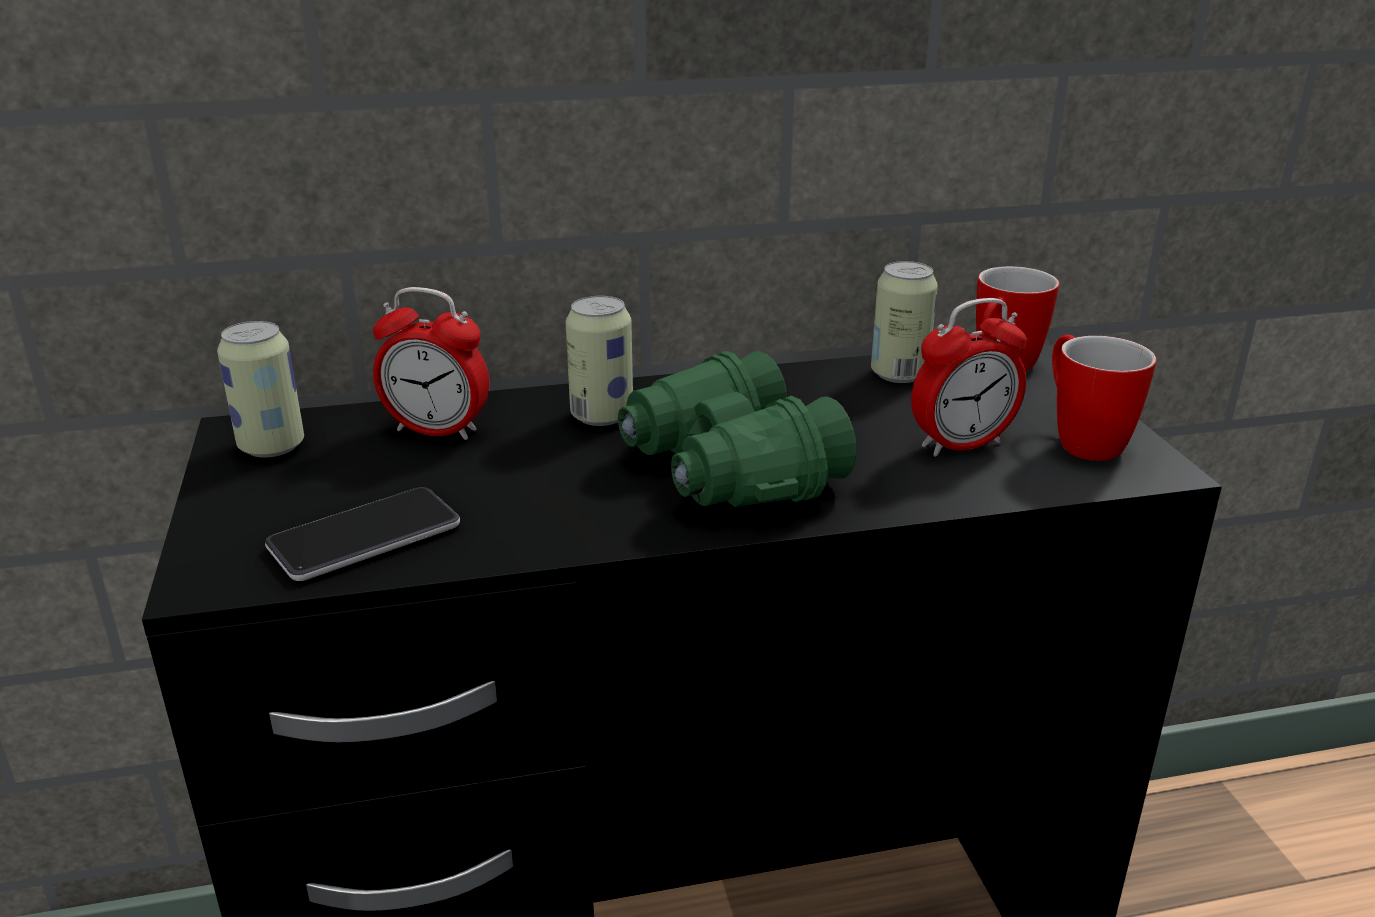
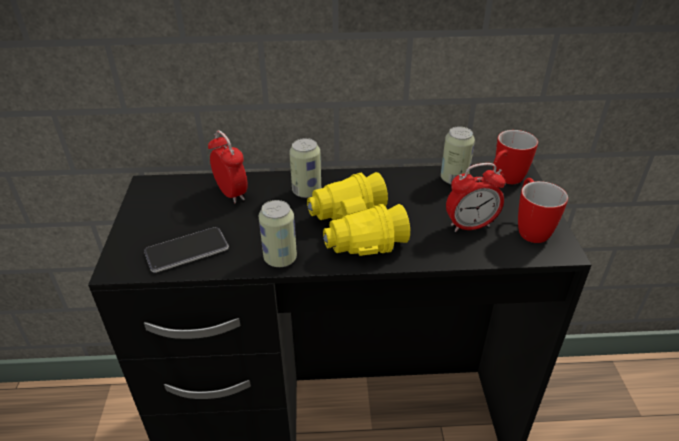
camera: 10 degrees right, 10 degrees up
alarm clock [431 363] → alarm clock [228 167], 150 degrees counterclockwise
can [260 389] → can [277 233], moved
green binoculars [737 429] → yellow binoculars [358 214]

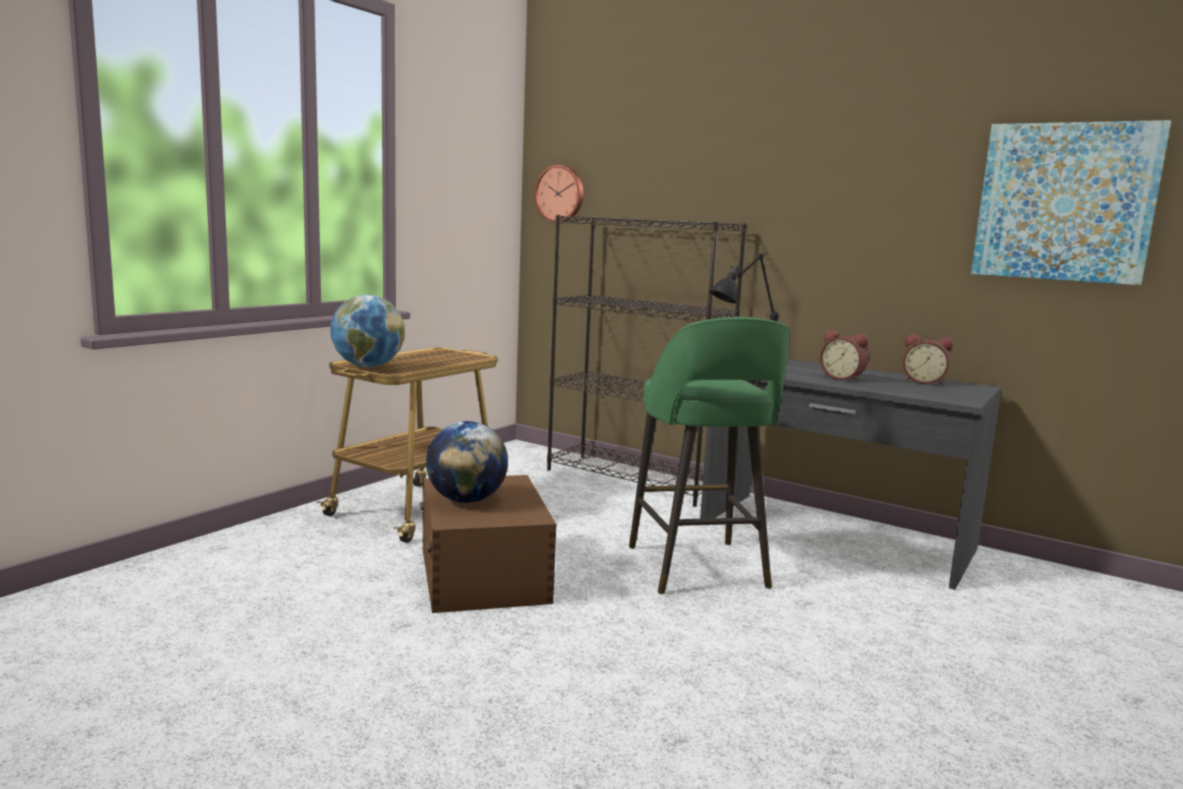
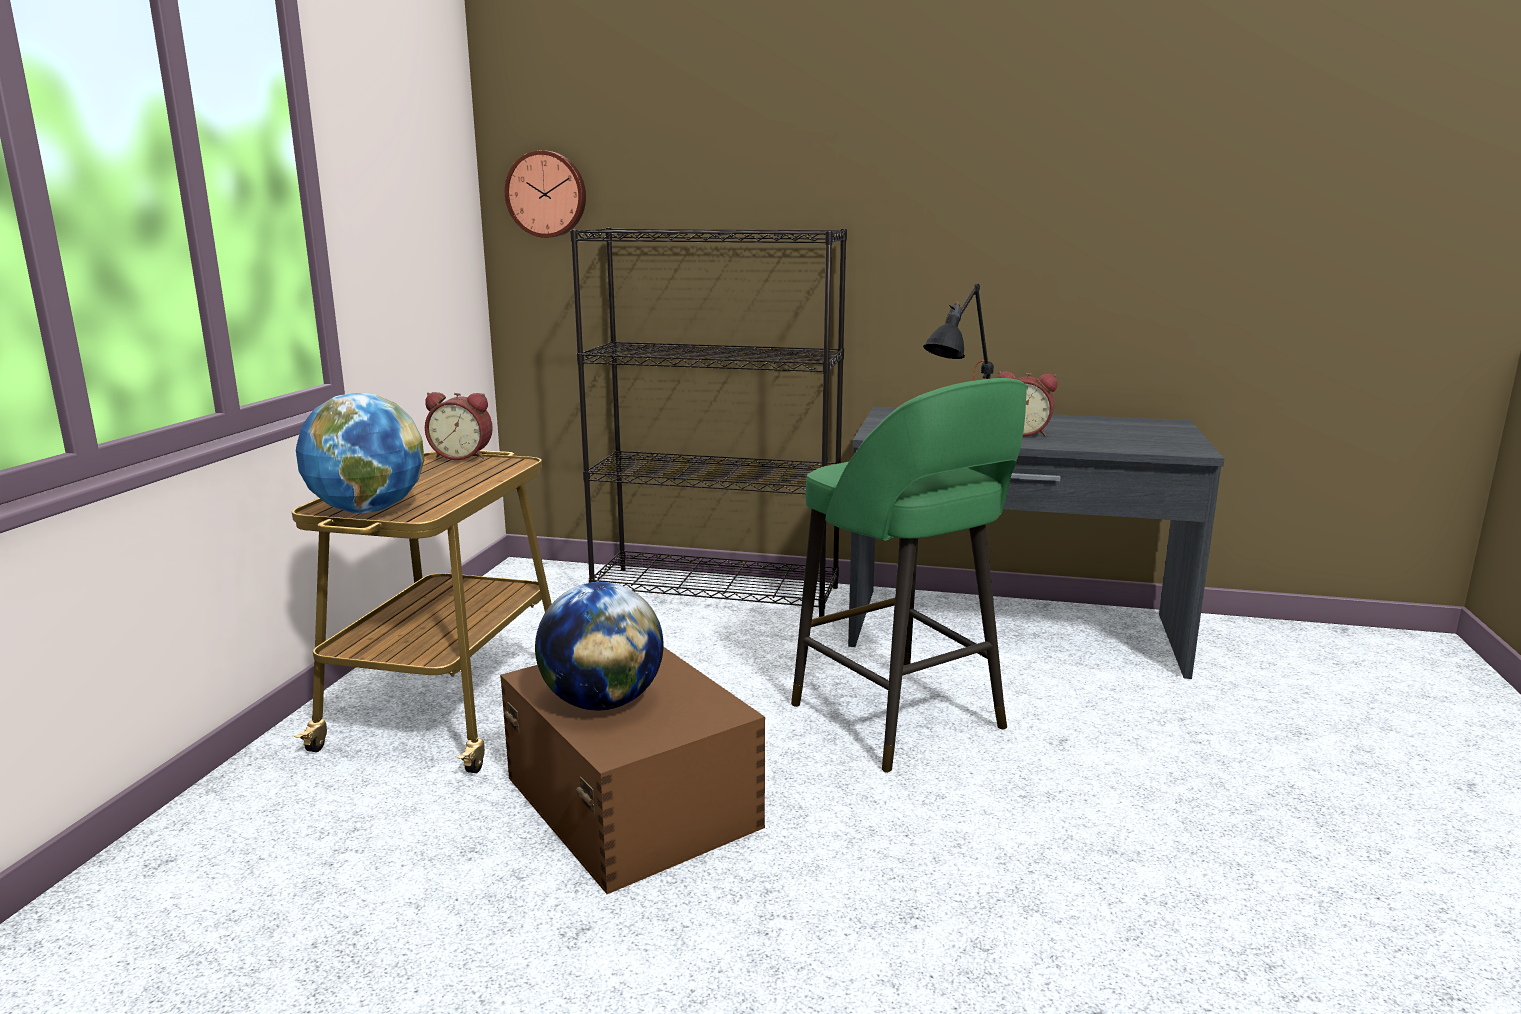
camera: 20 degrees left, 5 degrees up
alarm clock [928 359] → alarm clock [459 426], moved
picture [1071 202] → -

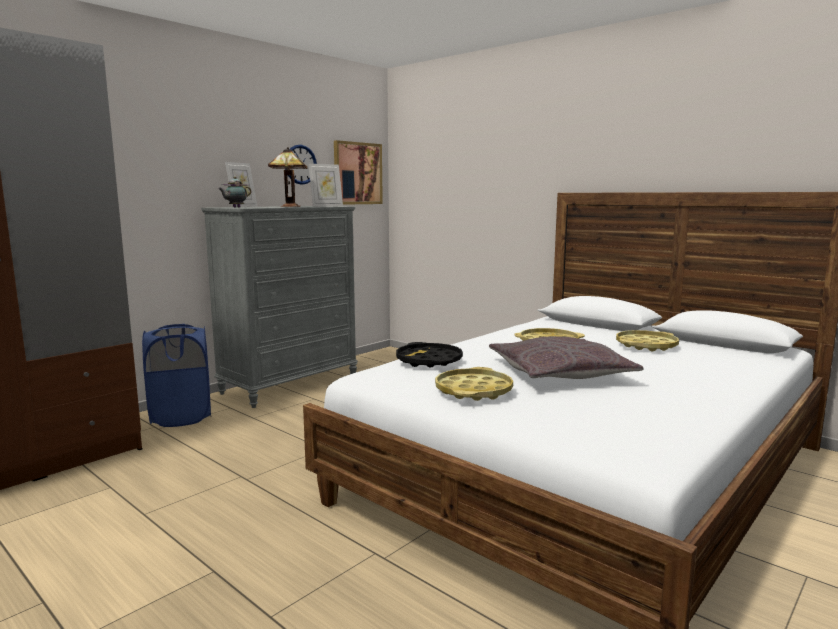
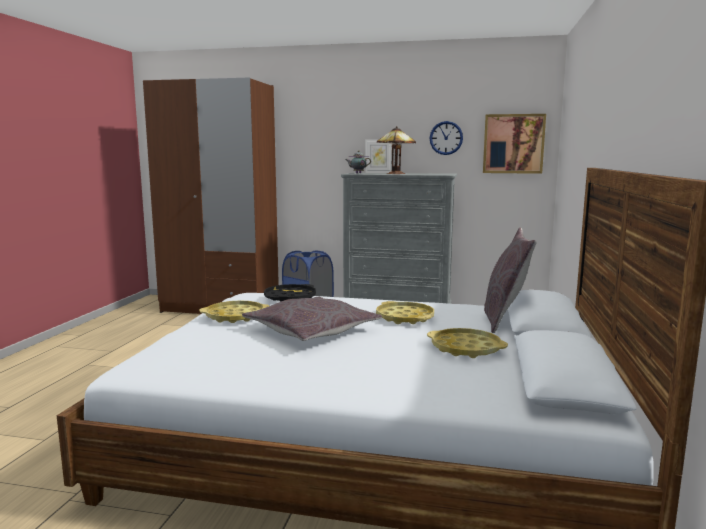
camera: 60 degrees right, 0 degrees up
- → grey pillow [510 280]
picture frame [325 185] → -

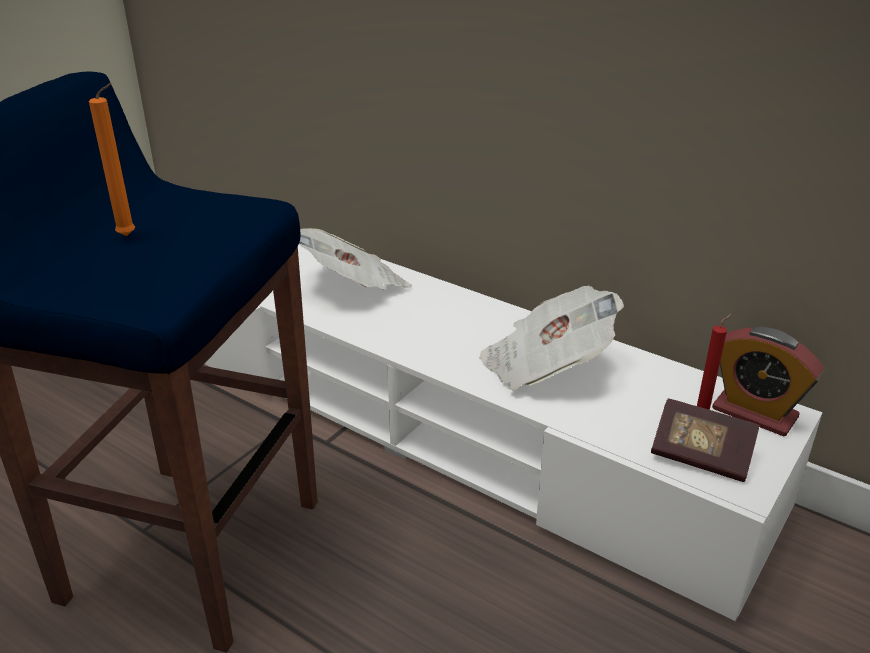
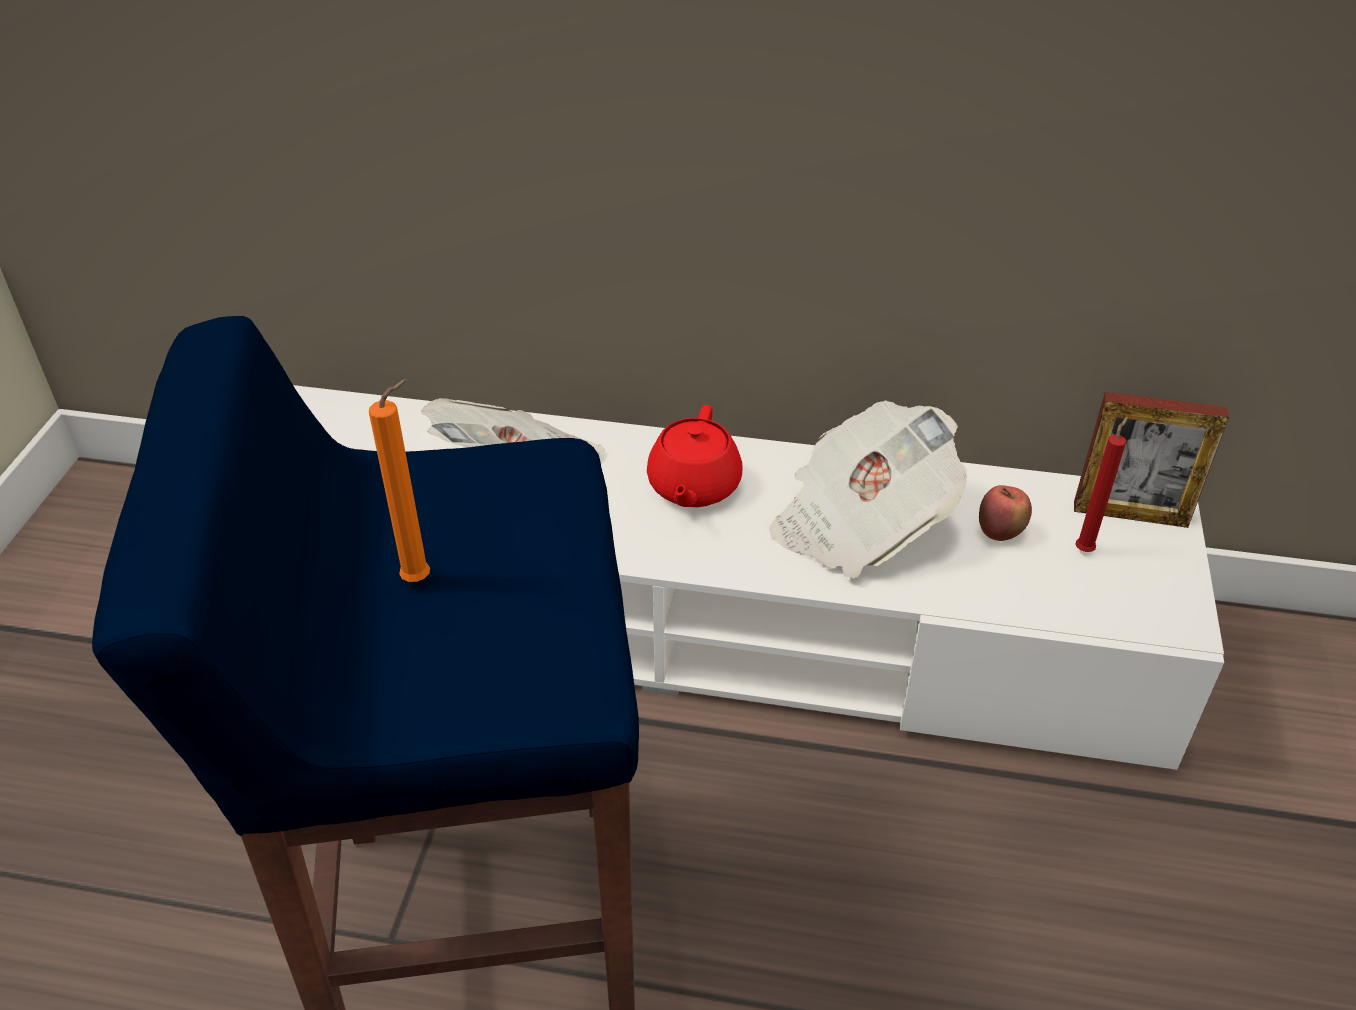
camera: 25 degrees left, 10 degrees up
- → red teapot [695 456]
- → apple [1005 513]
alarm clock [768 381] → picture frame [1151 460]
book [705 440] → -

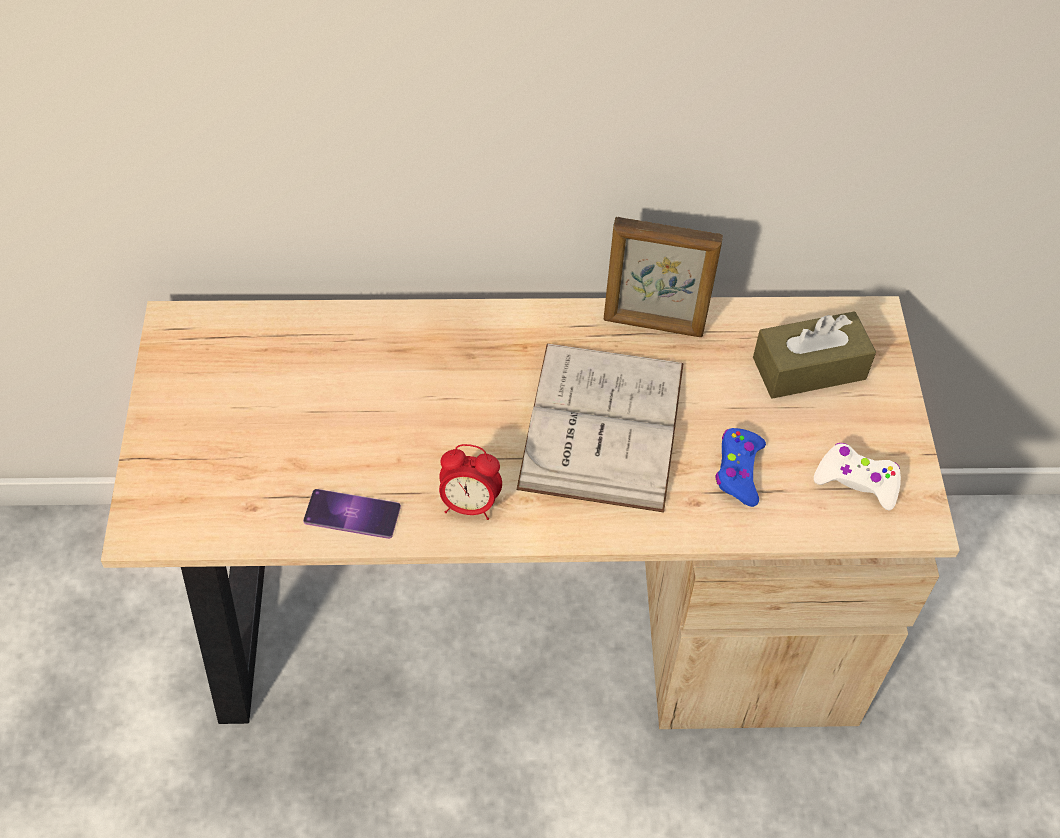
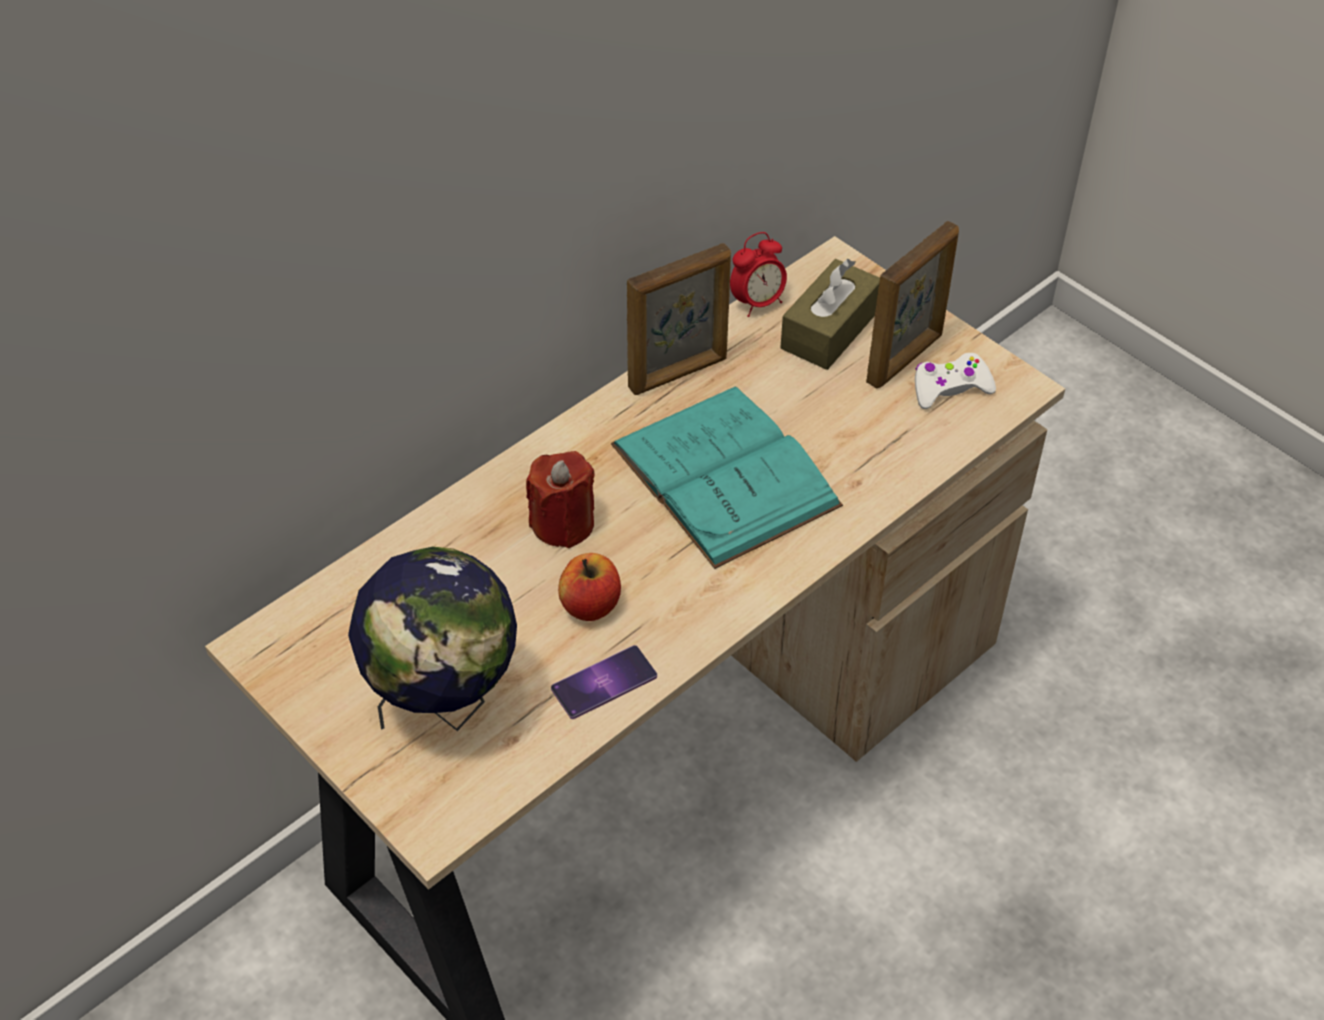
camera: 40 degrees left, 5 degrees down
- → globe [432 639]
- → red candle [560 499]
- → apple [589 587]
white book [600 428] → turquoise book [727 477]
alarm clock [470 482] → alarm clock [758 274], moved
- → picture frame [912 304]
blue game controller [740 467] → -

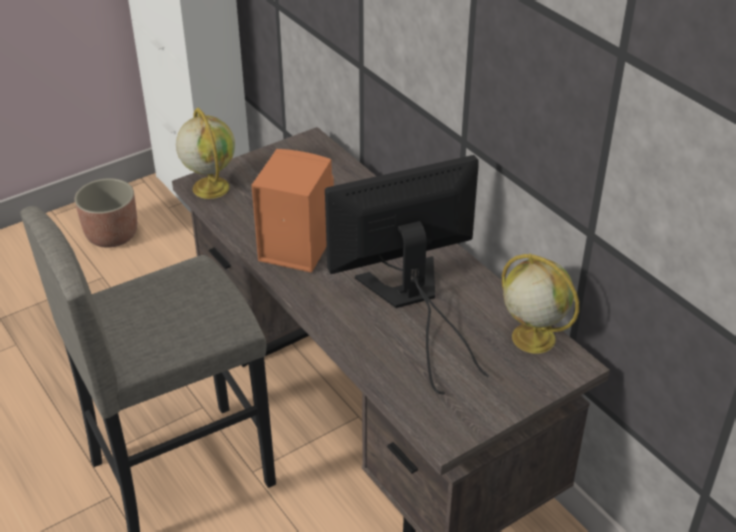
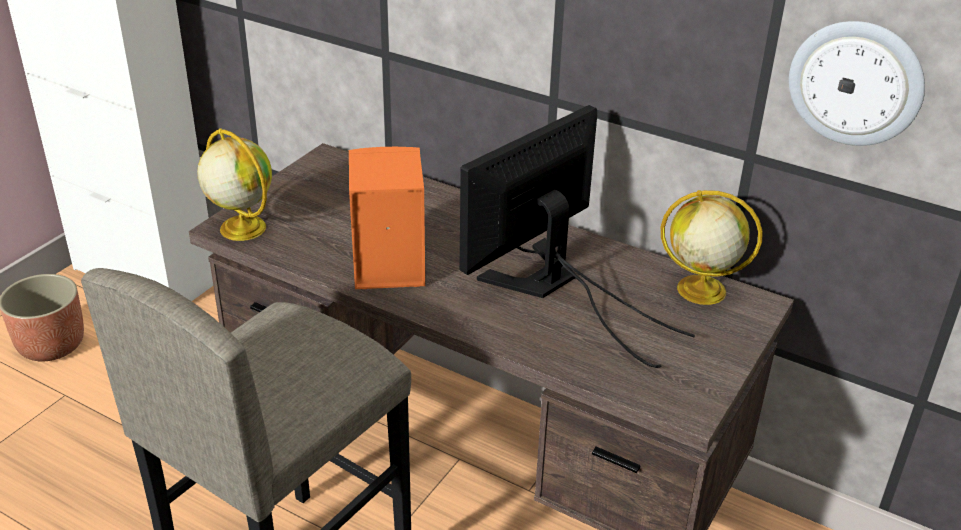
camera: 25 degrees left, 5 degrees down
- → wall clock [857 83]

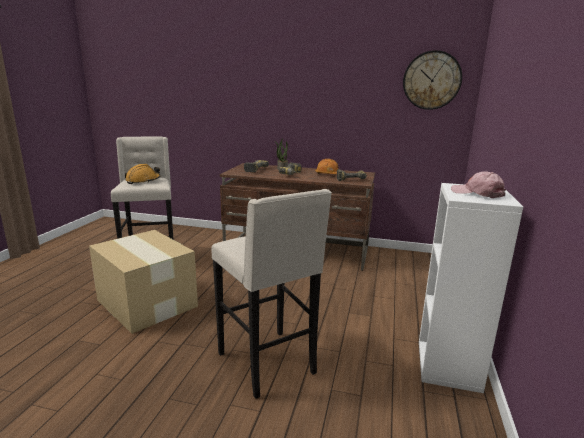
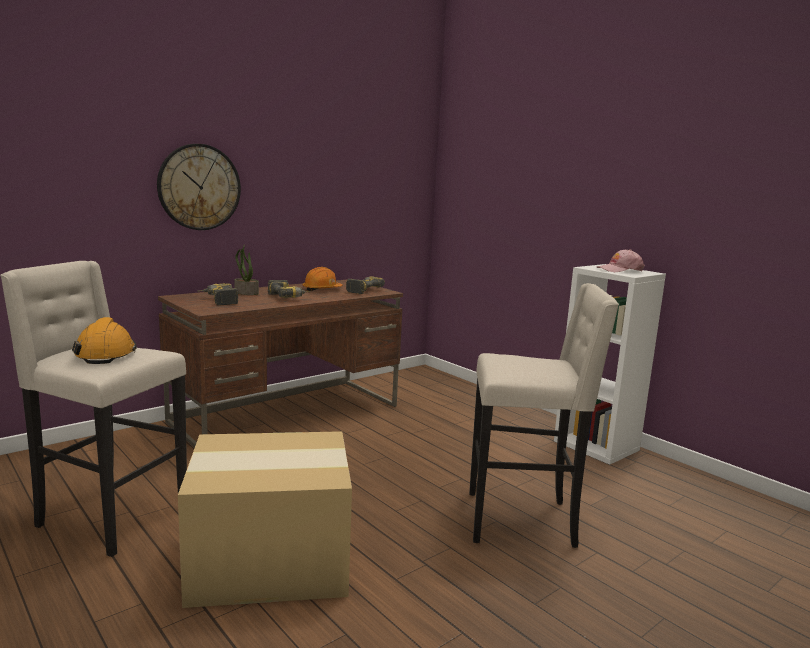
camera: 55 degrees left, 5 degrees down
wall clock [432 80] → wall clock [199 187], moved

